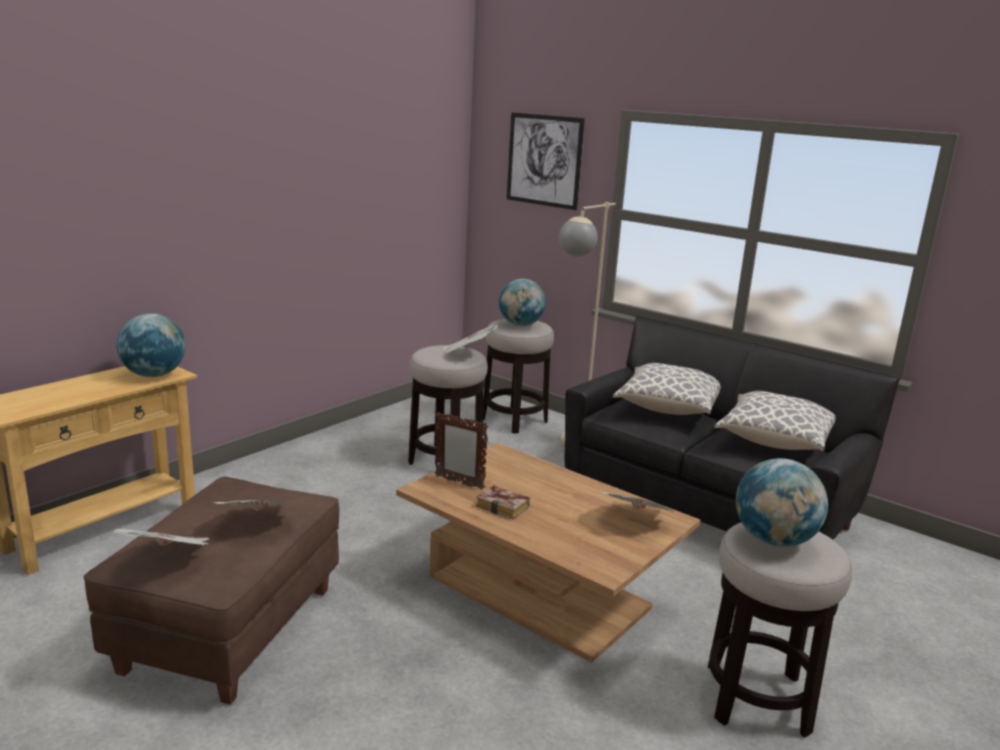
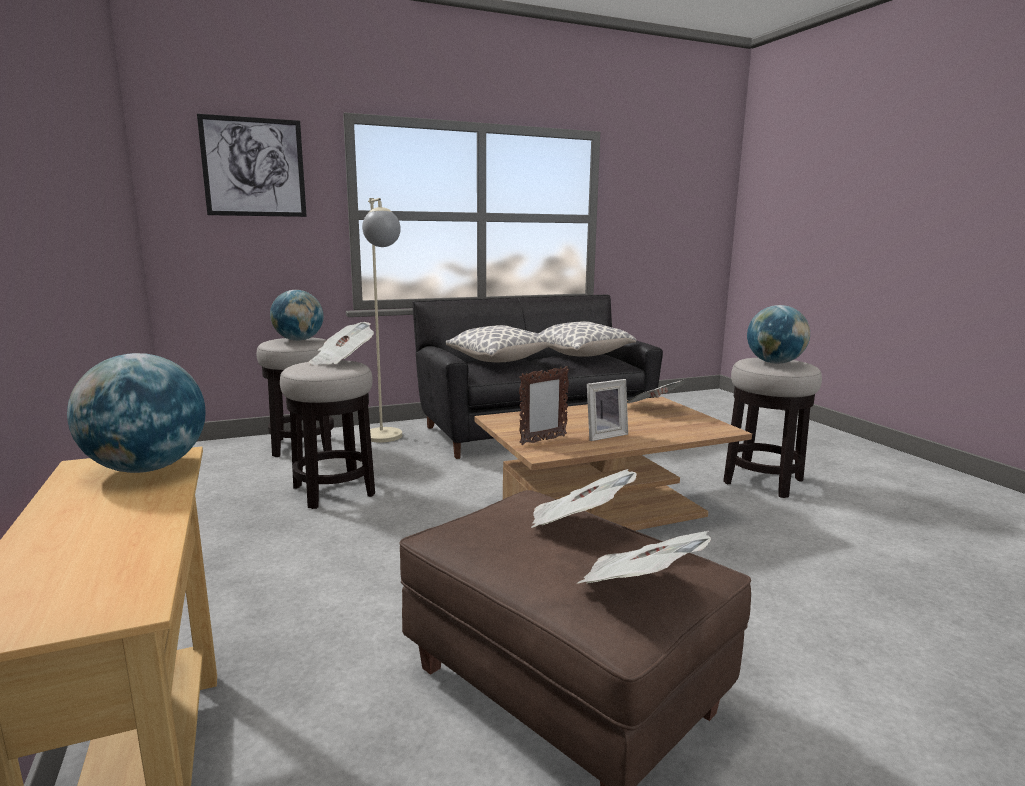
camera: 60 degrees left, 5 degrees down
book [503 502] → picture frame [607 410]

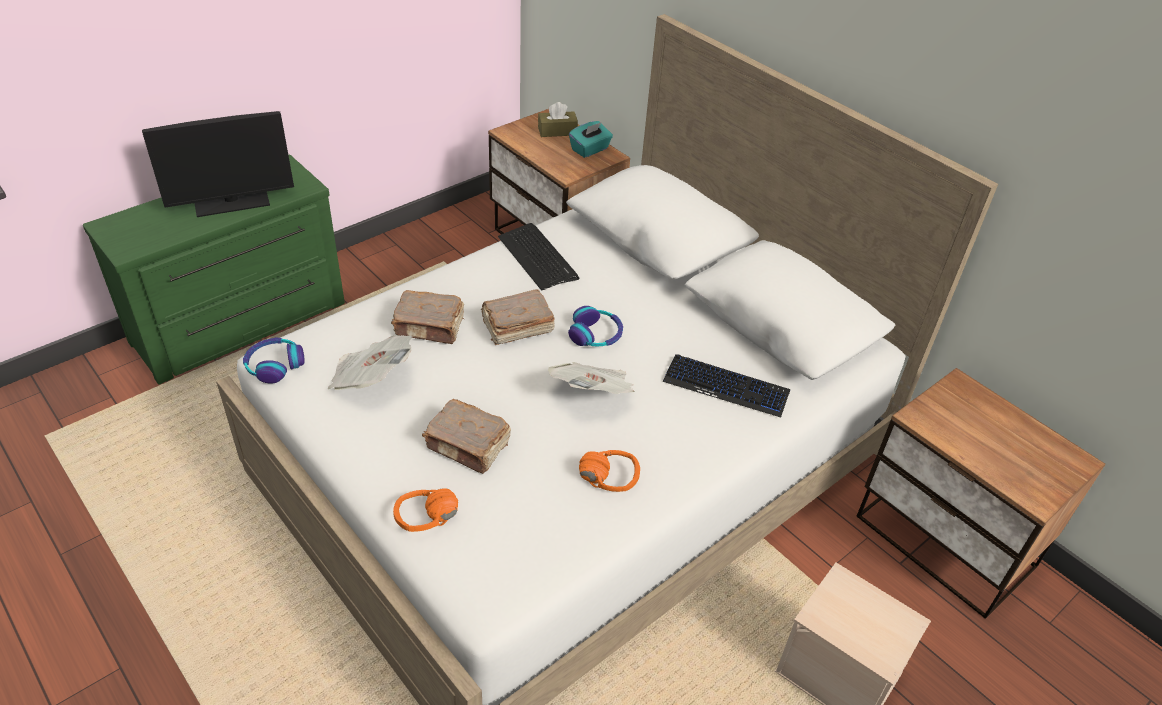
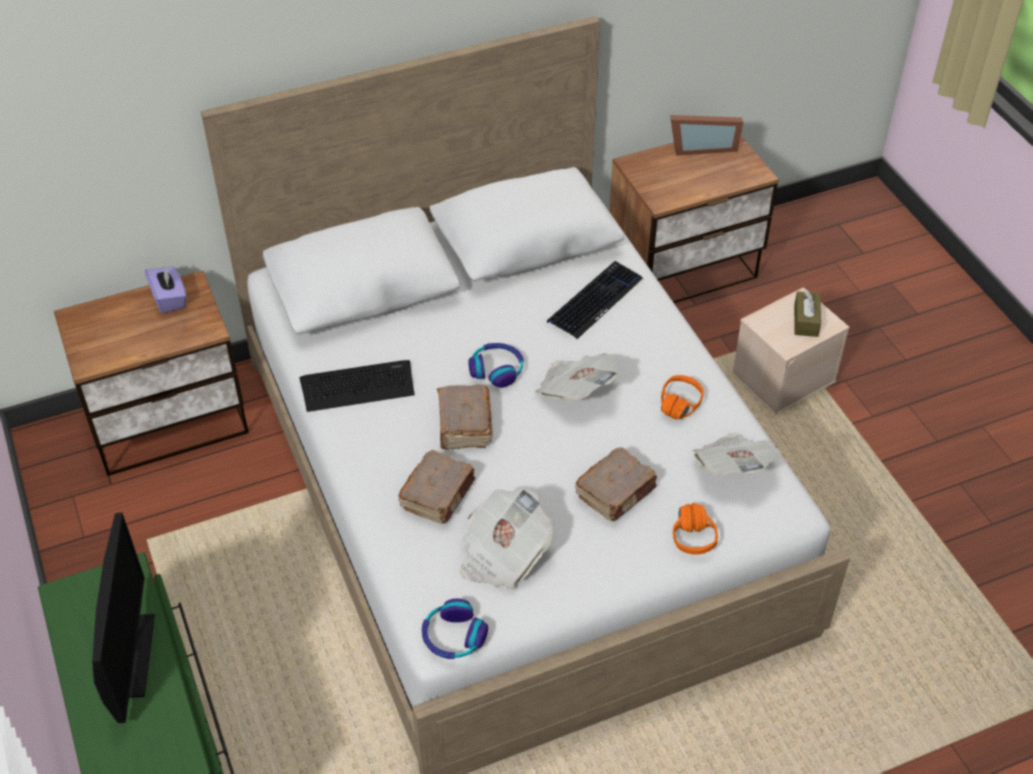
camera: 70 degrees left, 5 degrees up
turquoise tissue box [591 139] → purple tissue box [165 290]
- → picture frame [706 135]
- → newspaper [737 454]
brown tissue box [558 119] → brown tissue box [807 314], moved

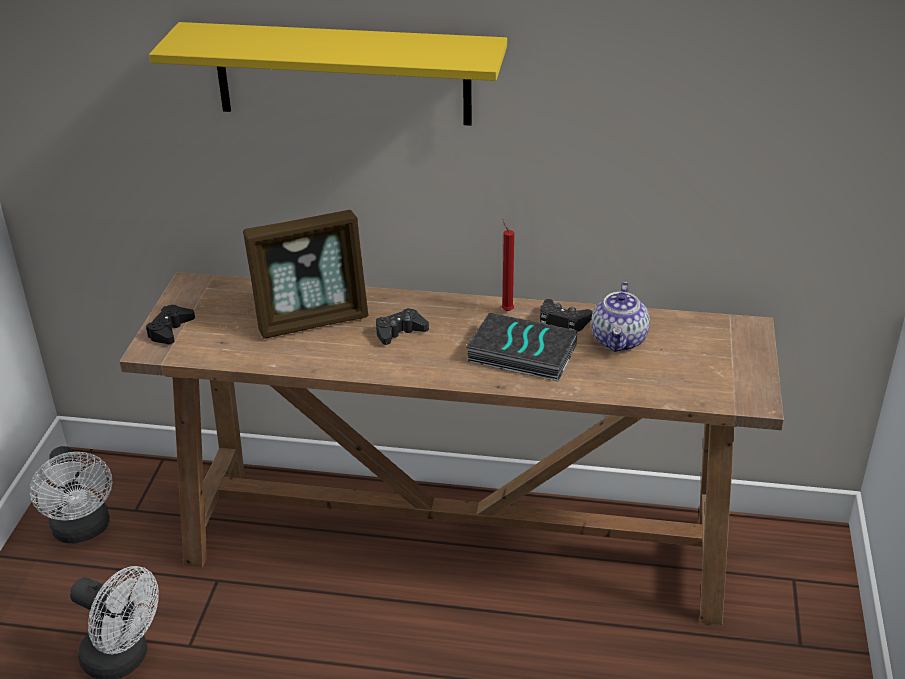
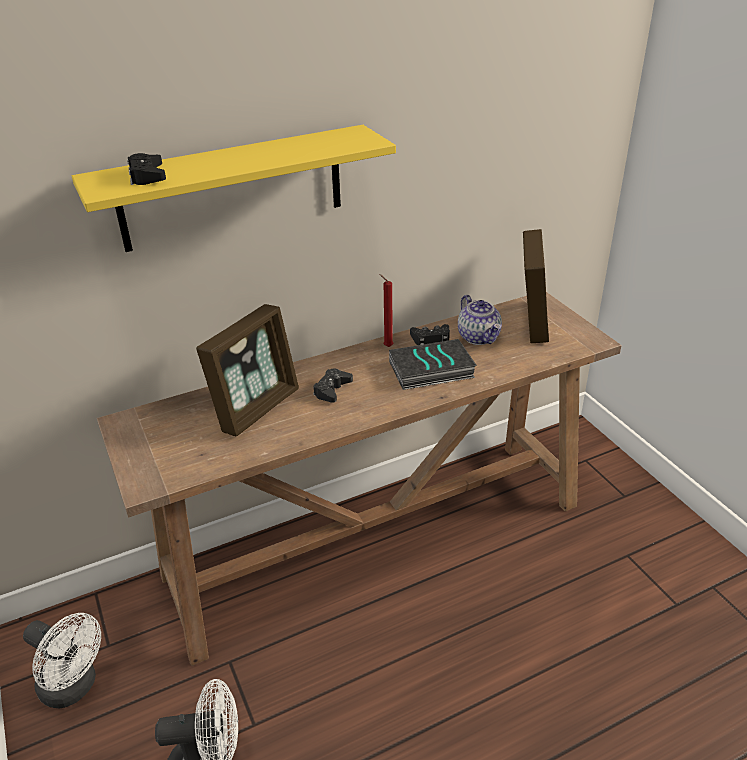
camera: 35 degrees left, 0 degrees up
black game controller [170 324] → black game controller [146 169], moved
- → picture frame [536 286]

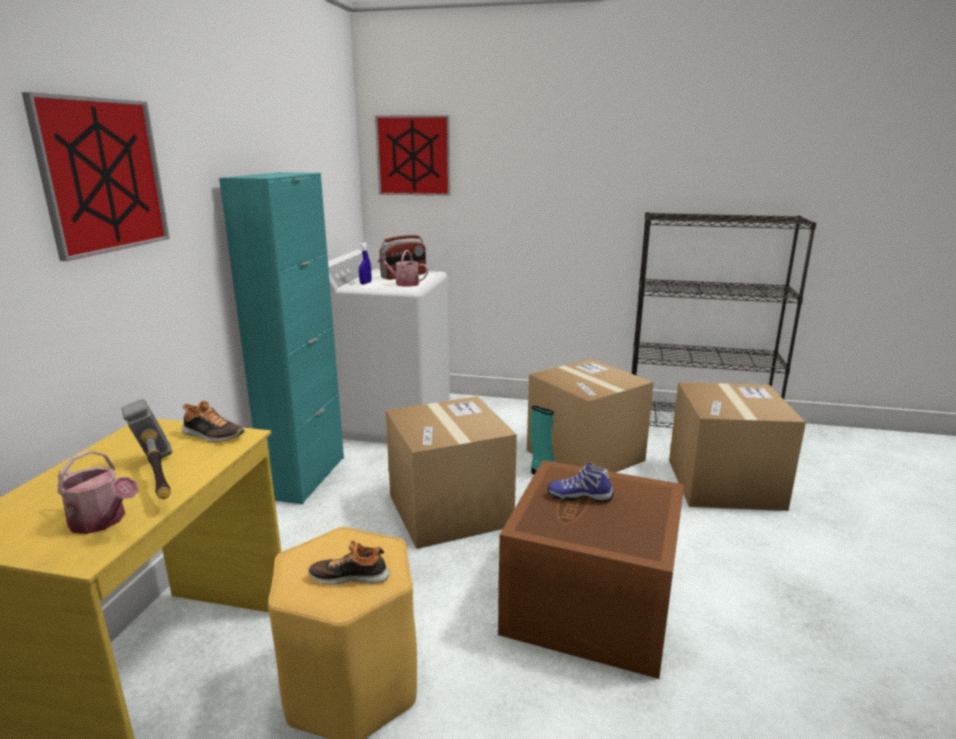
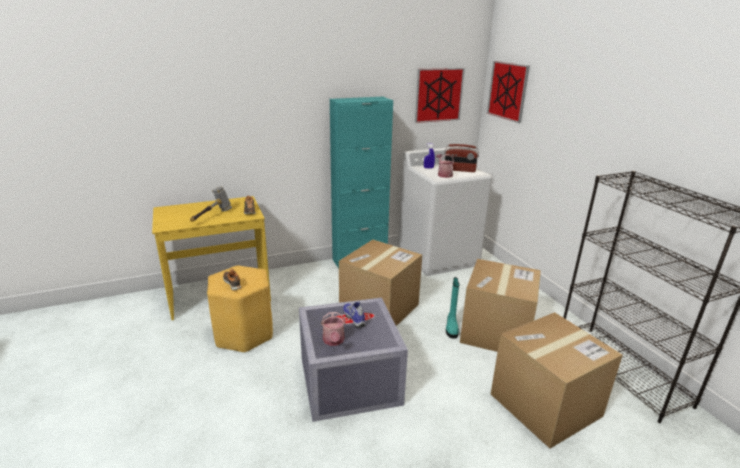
camera: 55 degrees right, 5 degrees up
brown storage box [591 569] → grey storage box [353 360]
watering can [97 492] → watering can [333 329], moved
picture [96 176] → picture [440 95], moved

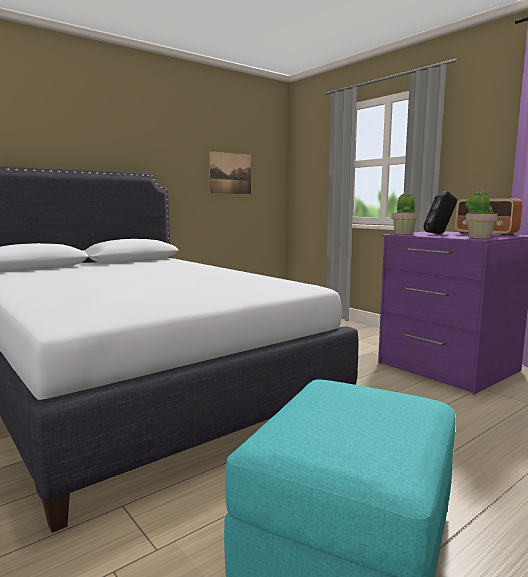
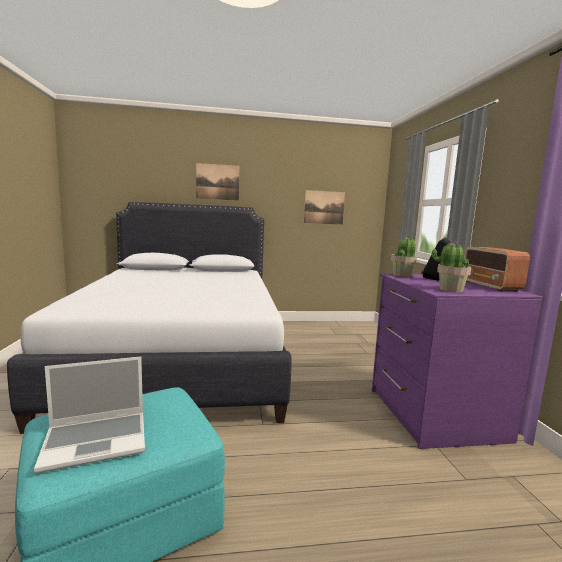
camera: 30 degrees right, 0 degrees up
- → laptop [89 414]
- → picture [217 182]

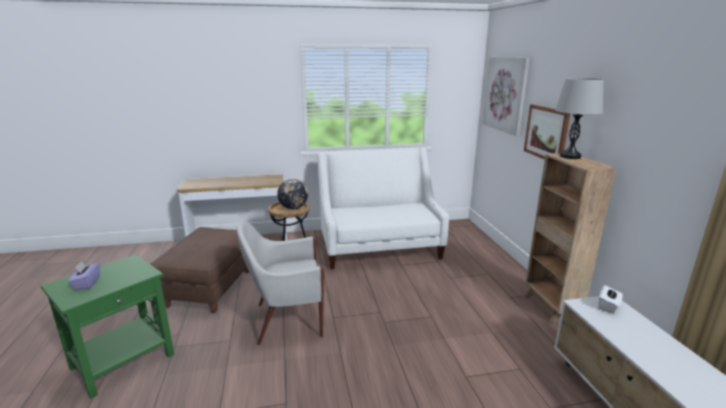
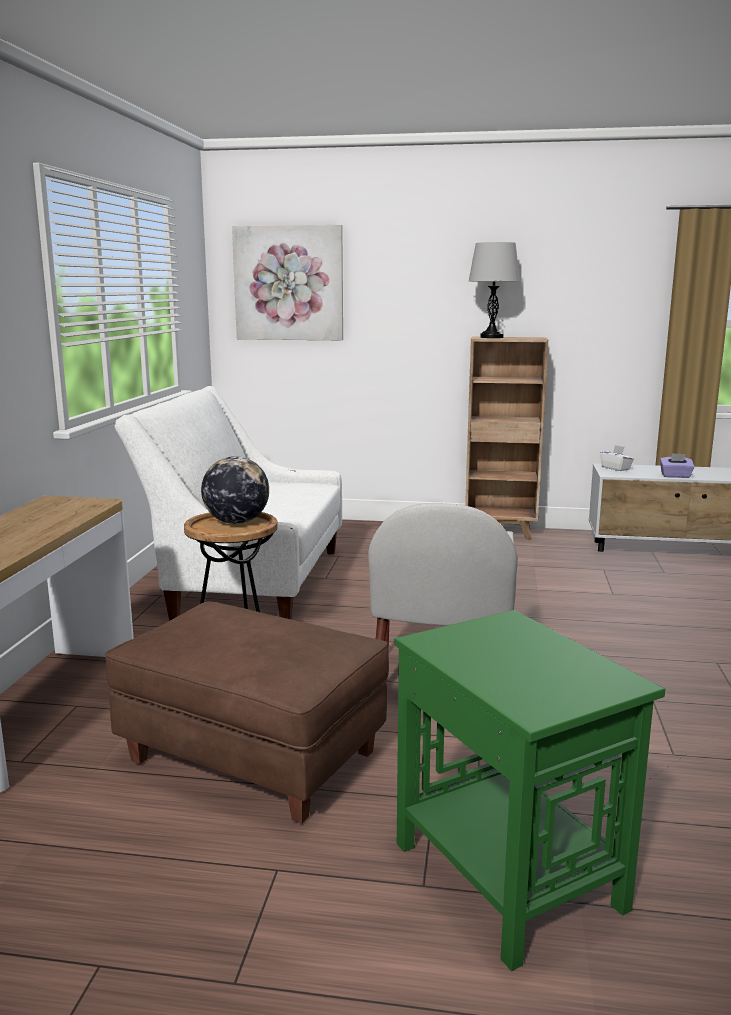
camera: 70 degrees left, 5 degrees down
purple tissue box [84 275] → purple tissue box [677 465], moved
picture [547 131] → -

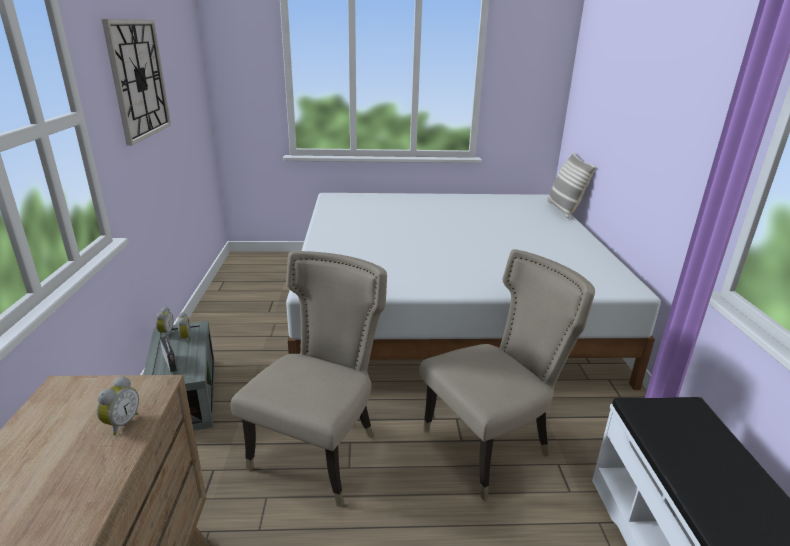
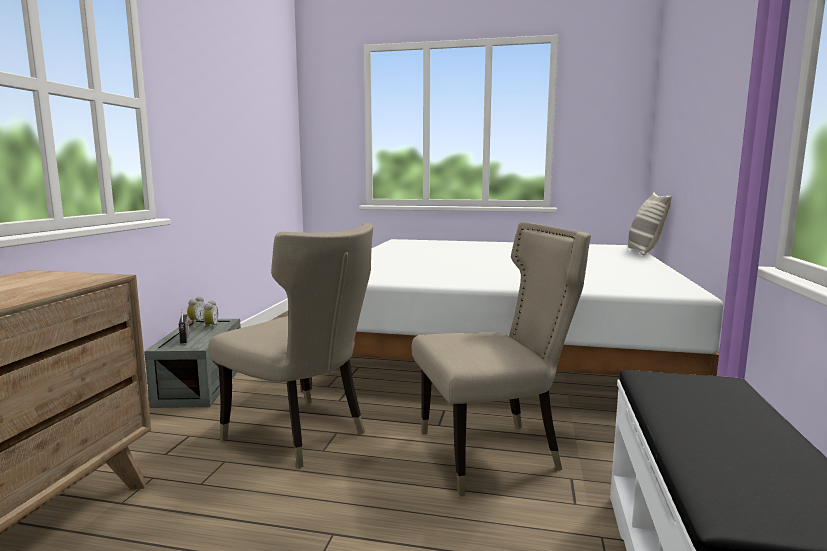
camera: 15 degrees right, 15 degrees down
beige chair [308 379] → beige chair [290 345], 90 degrees clockwise
alarm clock [118 405] → -
wall clock [136 82] → -

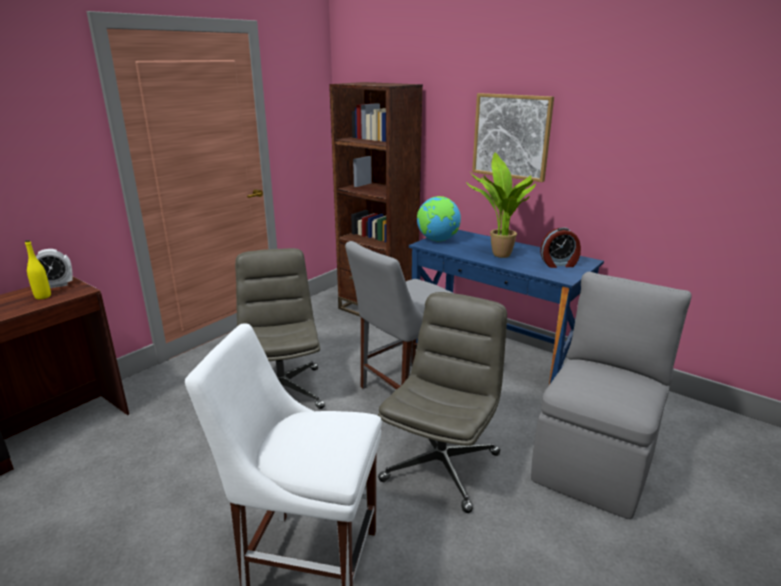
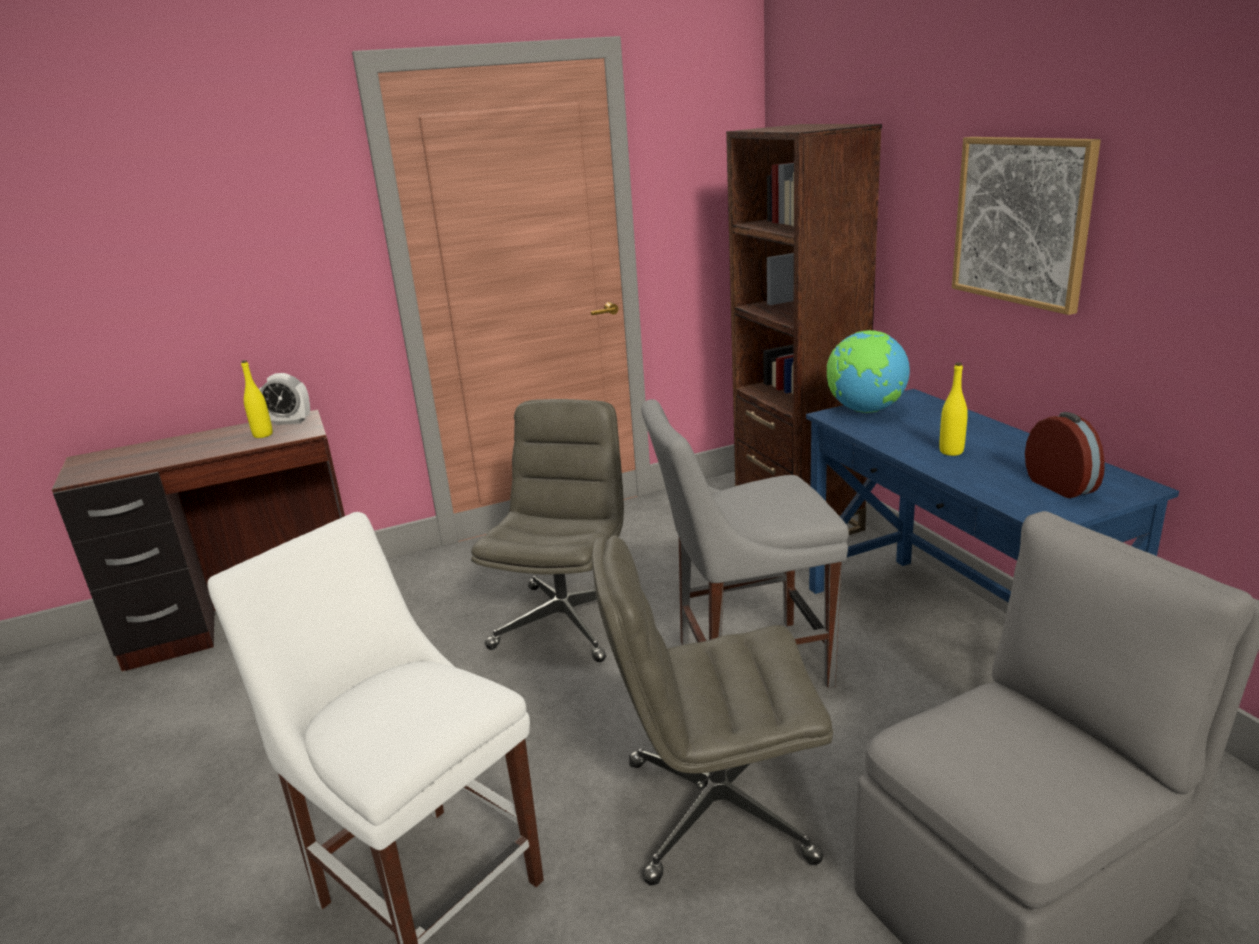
camera: 30 degrees right, 0 degrees up
grey office chair [442 402] → grey office chair [712 710], 150 degrees counterclockwise
potted plant [501 205] → yellow bottle [953 409]
alarm clock [560 247] → alarm clock [1065 455], 135 degrees counterclockwise

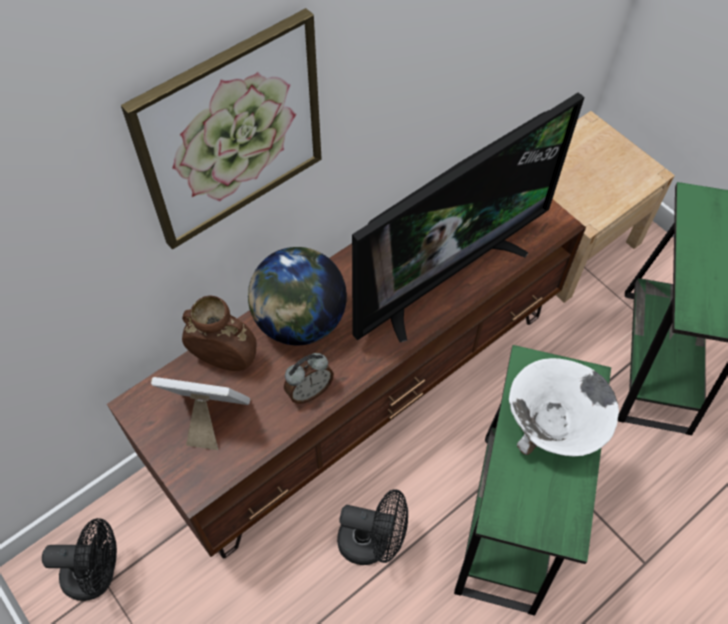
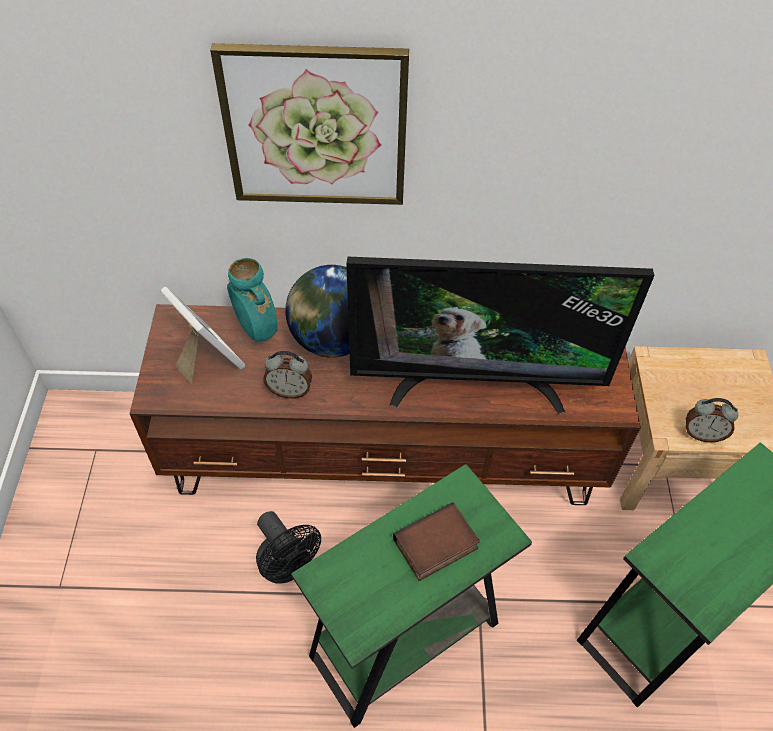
camera: 40 degrees right, 5 degrees down
brown vase [219 333] → turquoise vase [252 300]
white bowl [564 407] → book [436 541]
- → alarm clock [712 420]
black fan [79 559] → -

